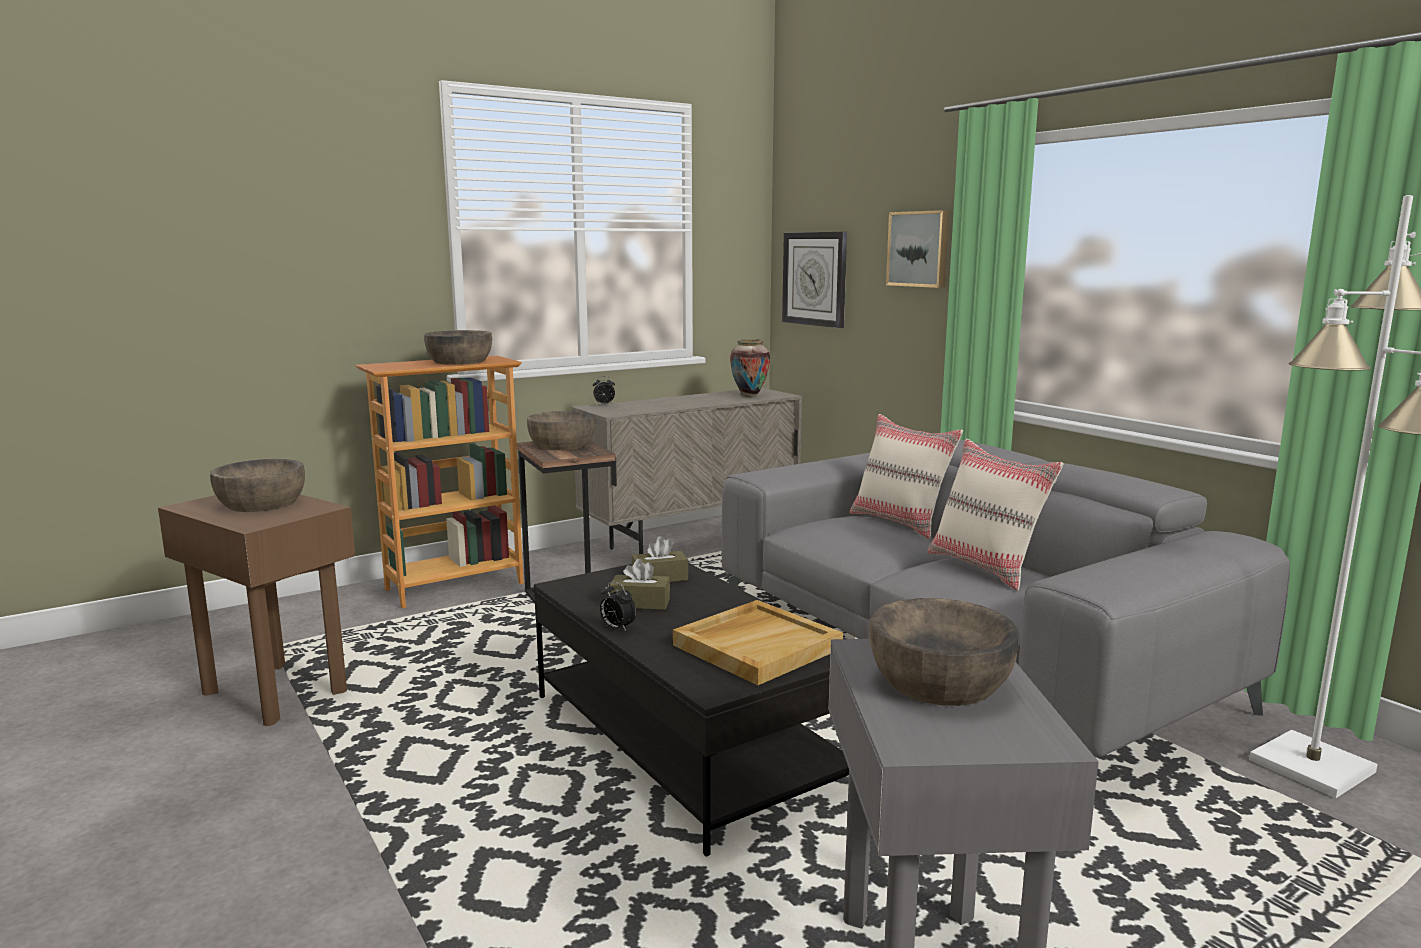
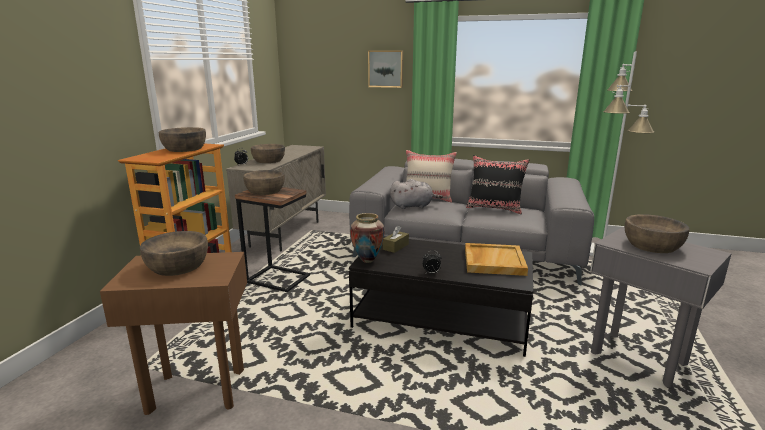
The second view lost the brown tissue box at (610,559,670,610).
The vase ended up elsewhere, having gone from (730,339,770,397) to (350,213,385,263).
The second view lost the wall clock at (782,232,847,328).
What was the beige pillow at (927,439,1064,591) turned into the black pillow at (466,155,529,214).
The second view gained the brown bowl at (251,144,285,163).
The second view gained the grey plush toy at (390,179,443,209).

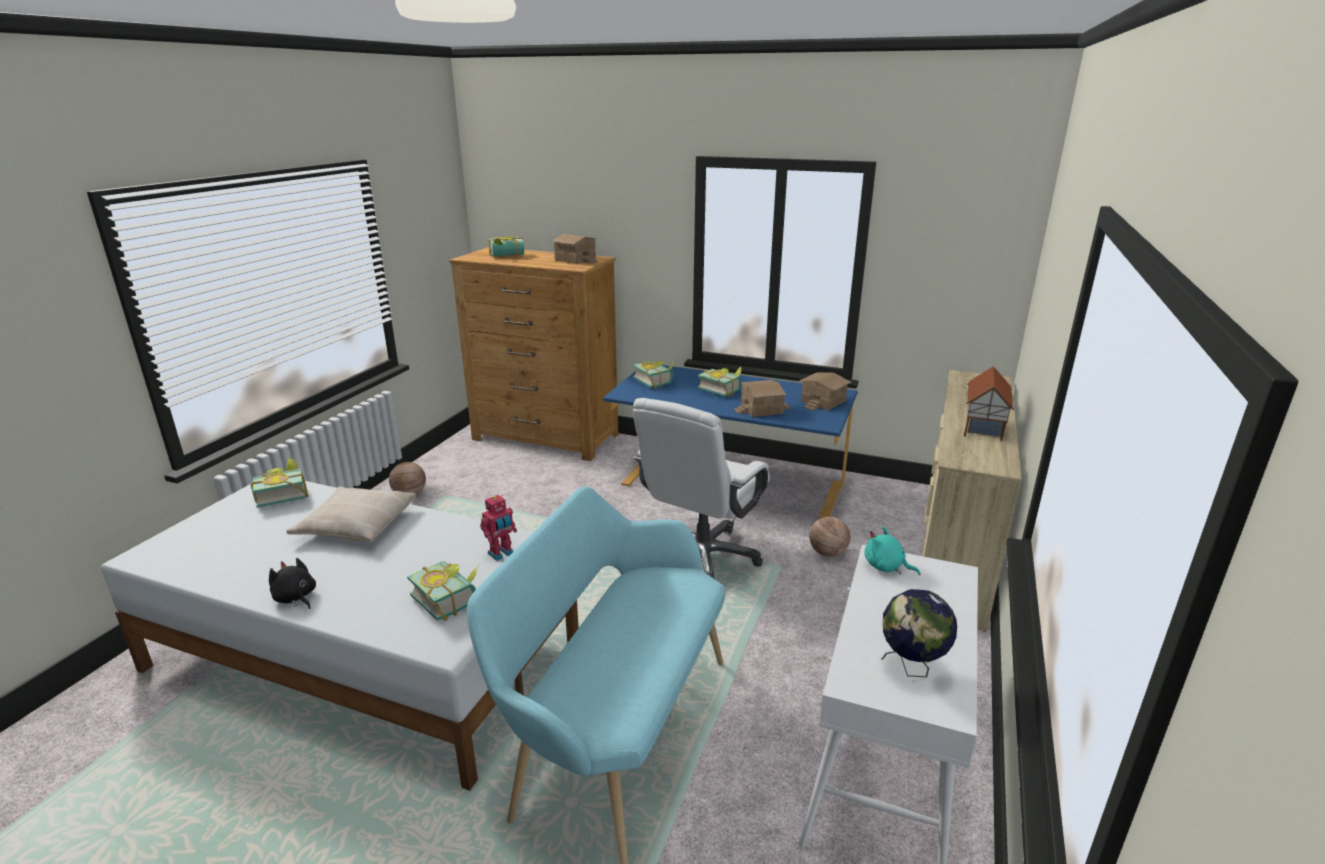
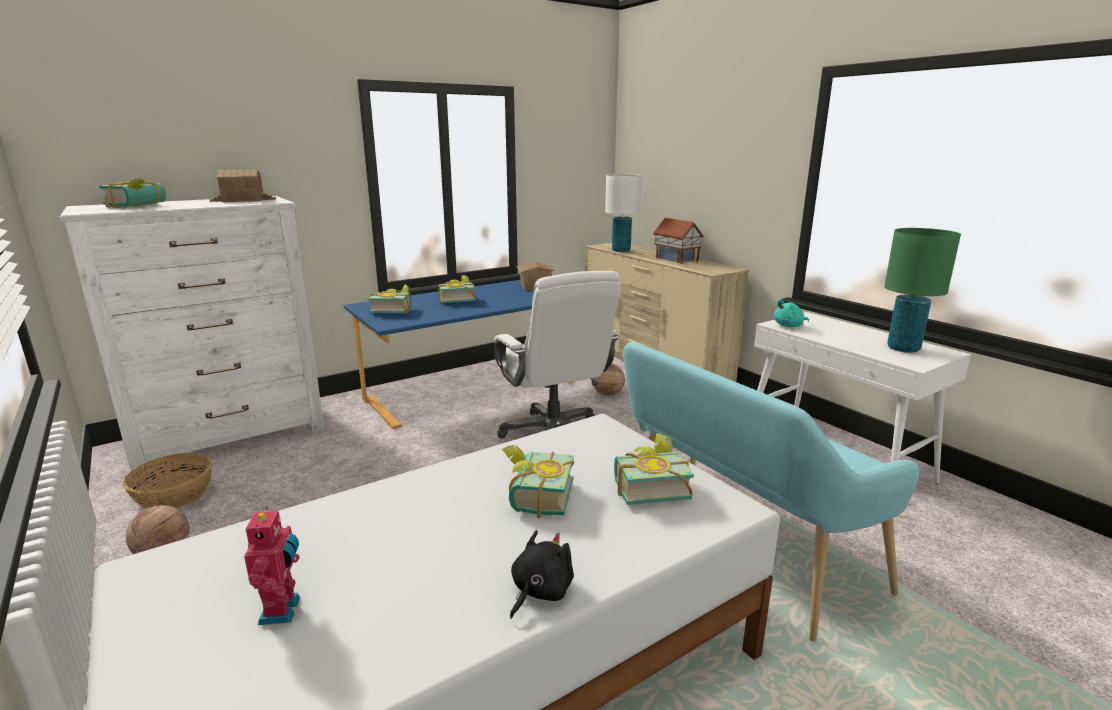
The book ended up elsewhere, having gone from (251,458,309,508) to (502,445,574,518).
The black plush toy at (269,558,316,609) ended up facing another way, 135 degrees clockwise from before.
The second view lost the beige pillow at (286,487,416,543).
What was the brown dresser at (449,247,618,461) turned into the white dresser at (59,196,324,474).
The toy robot ended up elsewhere, having gone from (480,494,517,561) to (244,507,300,625).
The second view lost the toy house at (734,380,790,417).
Where the globe stood at (881,589,957,677), the green table lamp came to stand at (884,228,961,353).
The second view gained the basket at (123,453,213,509).
The second view gained the white table lamp at (605,174,642,252).

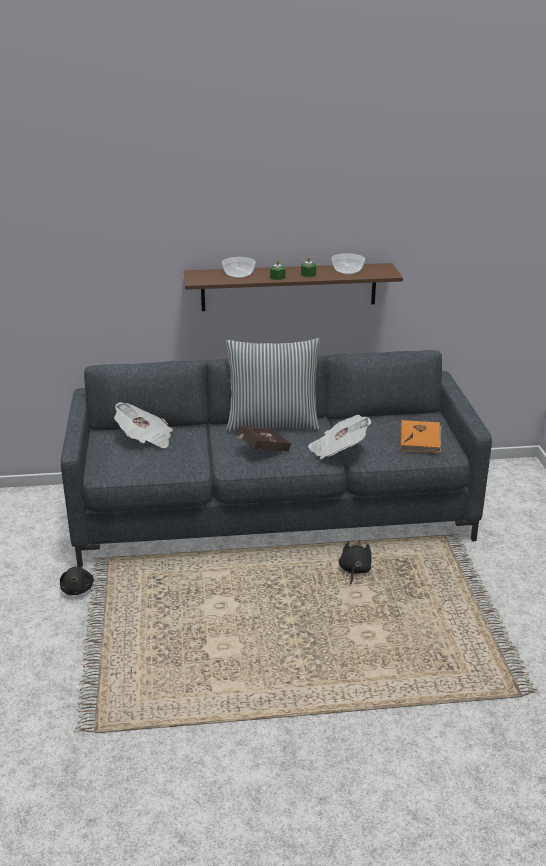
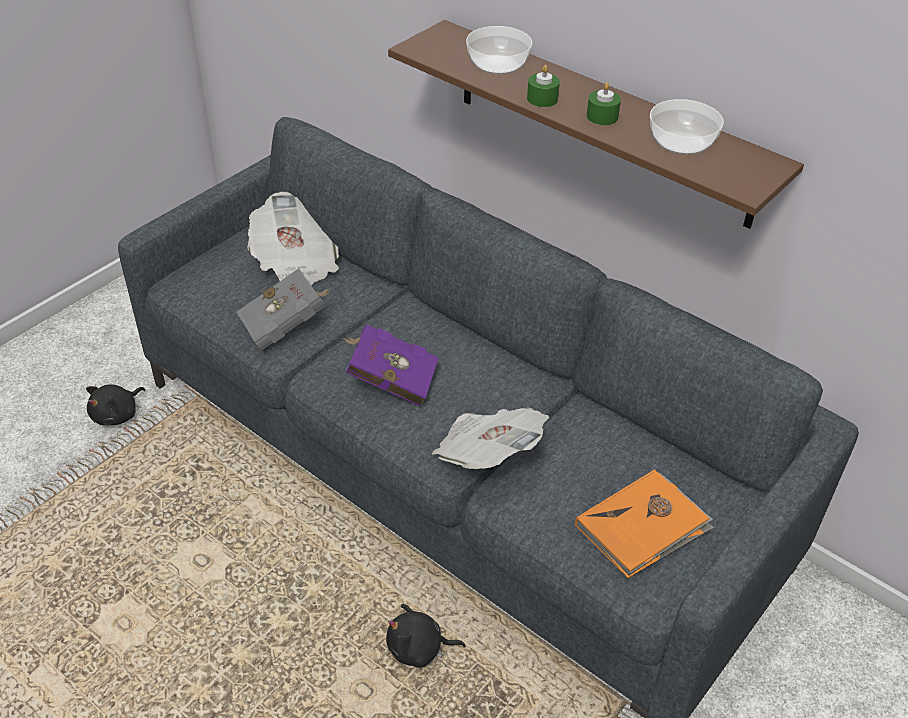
The second view lost the pillow at (226,338,320,432).
What was the red book at (235,426,292,452) turned into the purple book at (343,324,439,406).
The black plush toy at (339,540,371,584) ended up facing another way, 150 degrees counterclockwise from before.
The second view gained the grey book at (236,268,331,350).

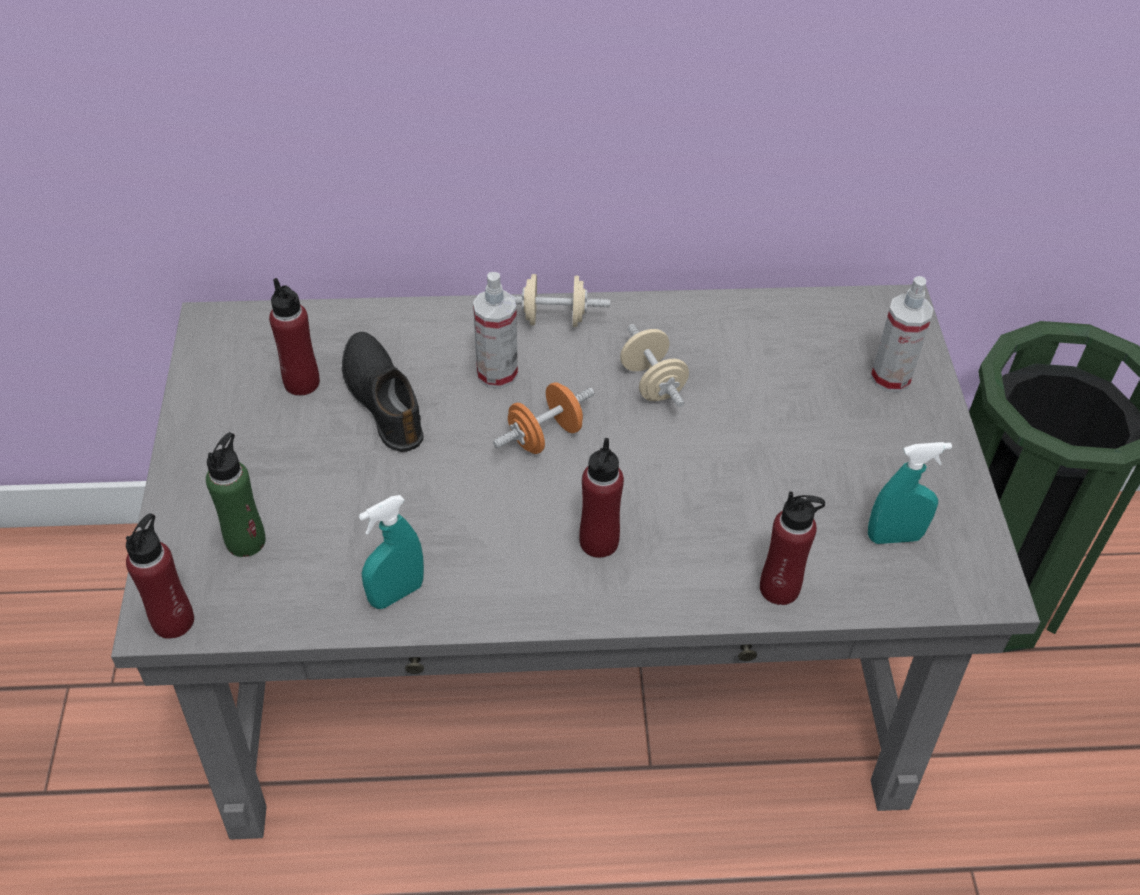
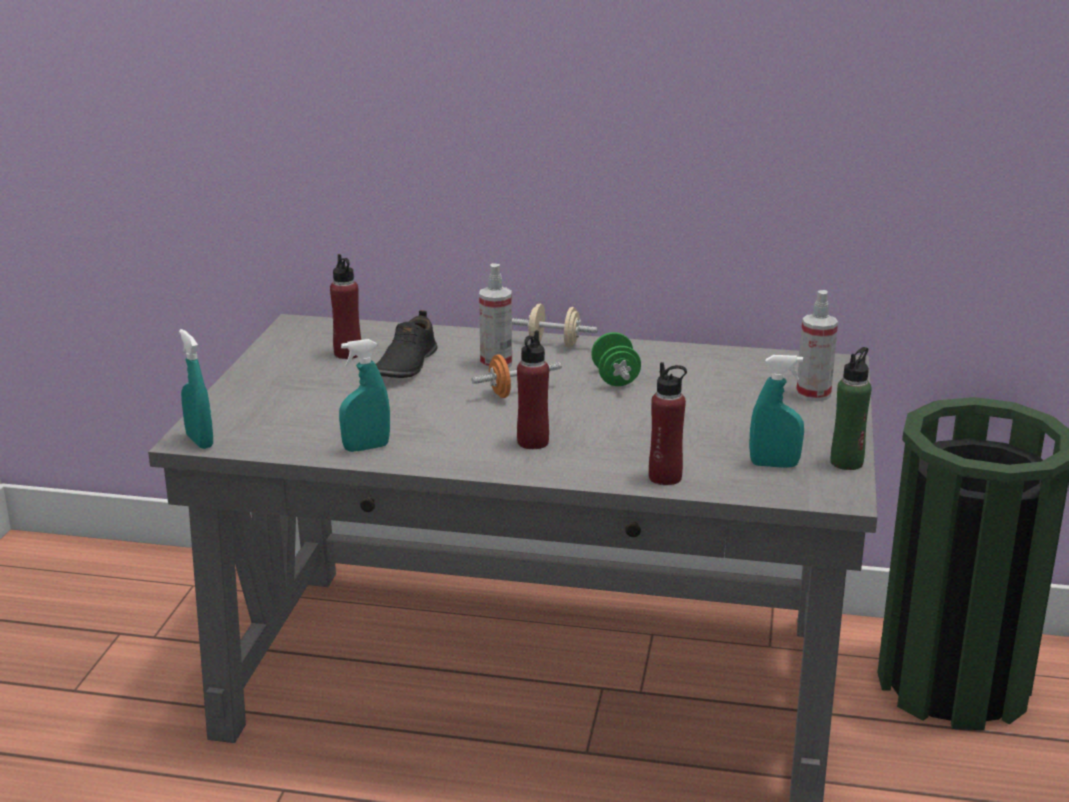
Where the red bottle stood at (126,513,194,639), the turquoise spray bottle came to stand at (179,329,213,449).
The green bottle ended up elsewhere, having gone from (206,432,266,557) to (831,347,872,470).
The black shoe at (342,332,424,452) ended up facing another way, 150 degrees counterclockwise from before.
What was the beige dumbbell at (620,324,689,407) turned into the green dumbbell at (591,332,641,386).

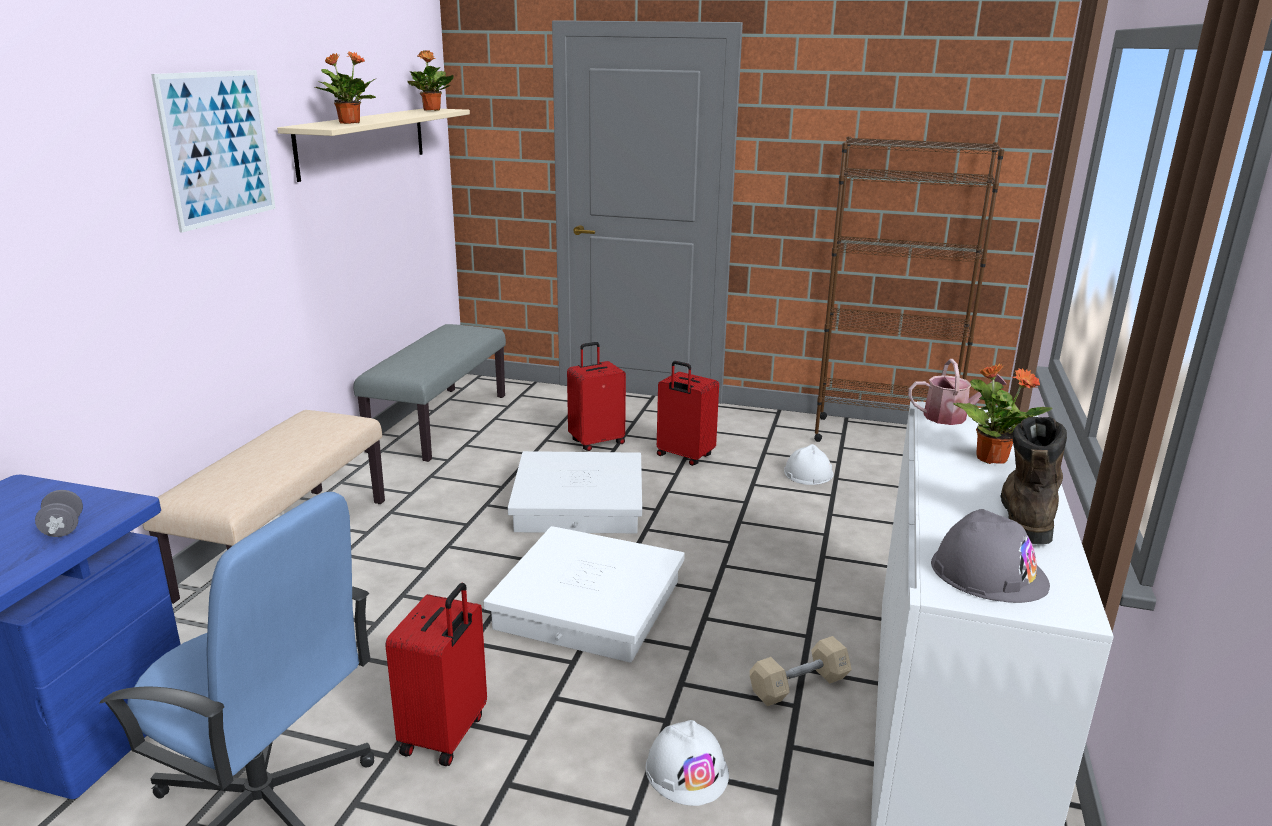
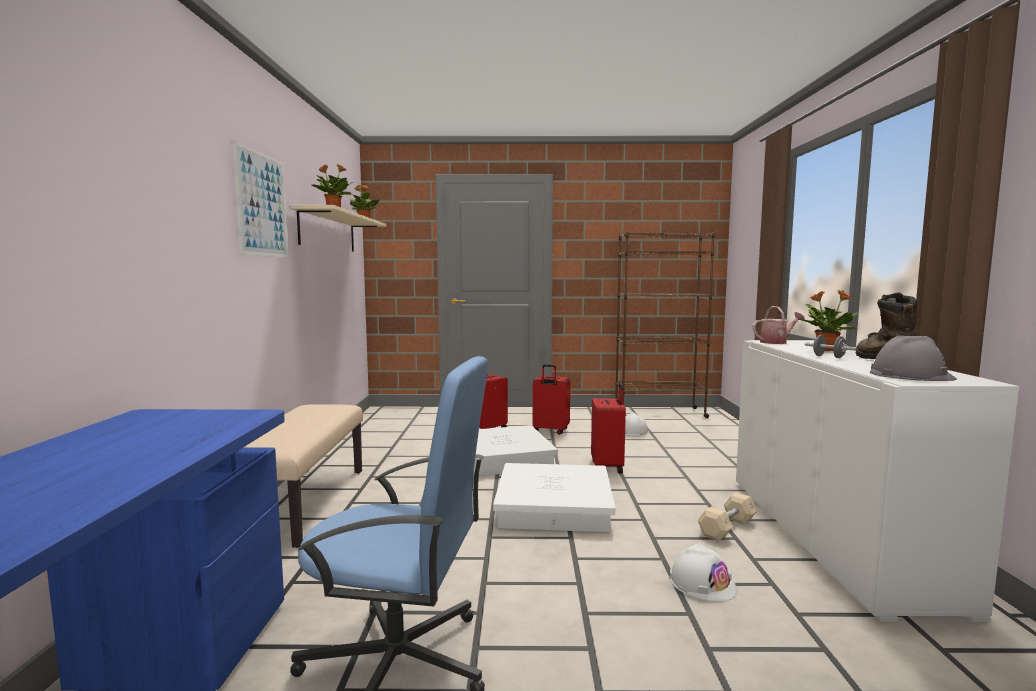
The grey dumbbell ended up elsewhere, having gone from (35,490,83,537) to (805,335,856,358).
The second view lost the grey bench at (354,324,506,462).
The red suitcase ended up elsewhere, having gone from (385,583,487,766) to (591,383,626,473).

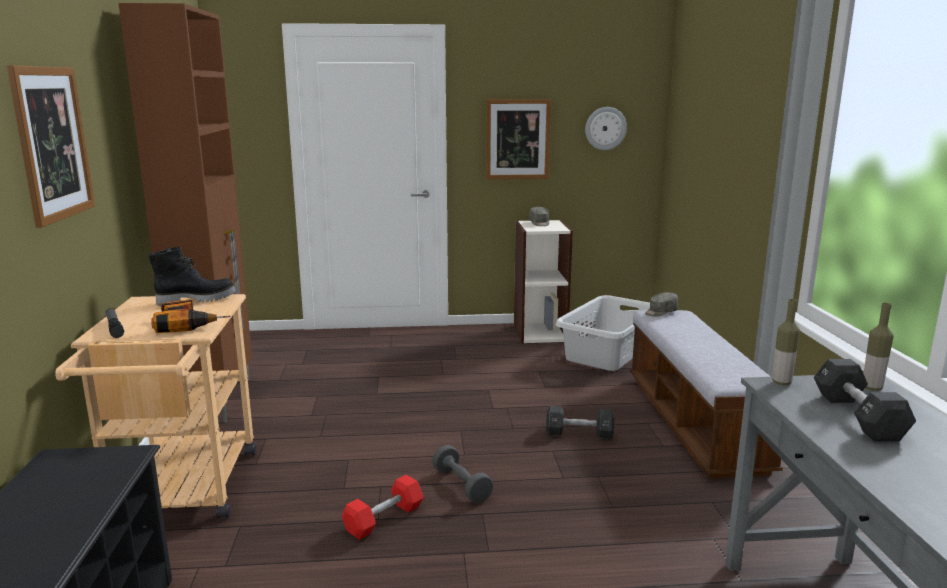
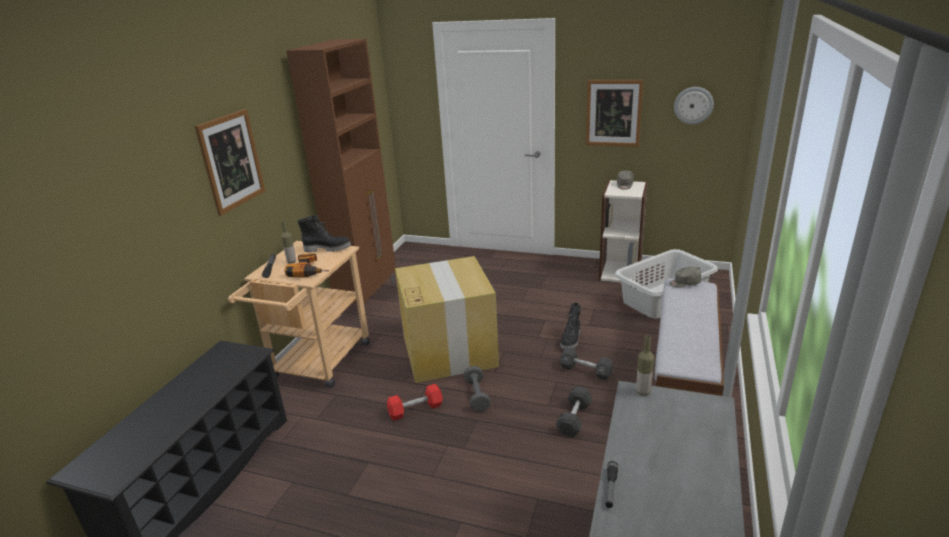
The black dumbbell ended up elsewhere, having gone from (814,359,916,442) to (555,386,592,437).
The bottle ended up elsewhere, having gone from (863,303,893,391) to (281,221,296,264).
The second view gained the cardboard box at (395,256,499,383).
The second view gained the black boot at (560,303,581,349).
The second view gained the flashlight at (605,461,618,508).

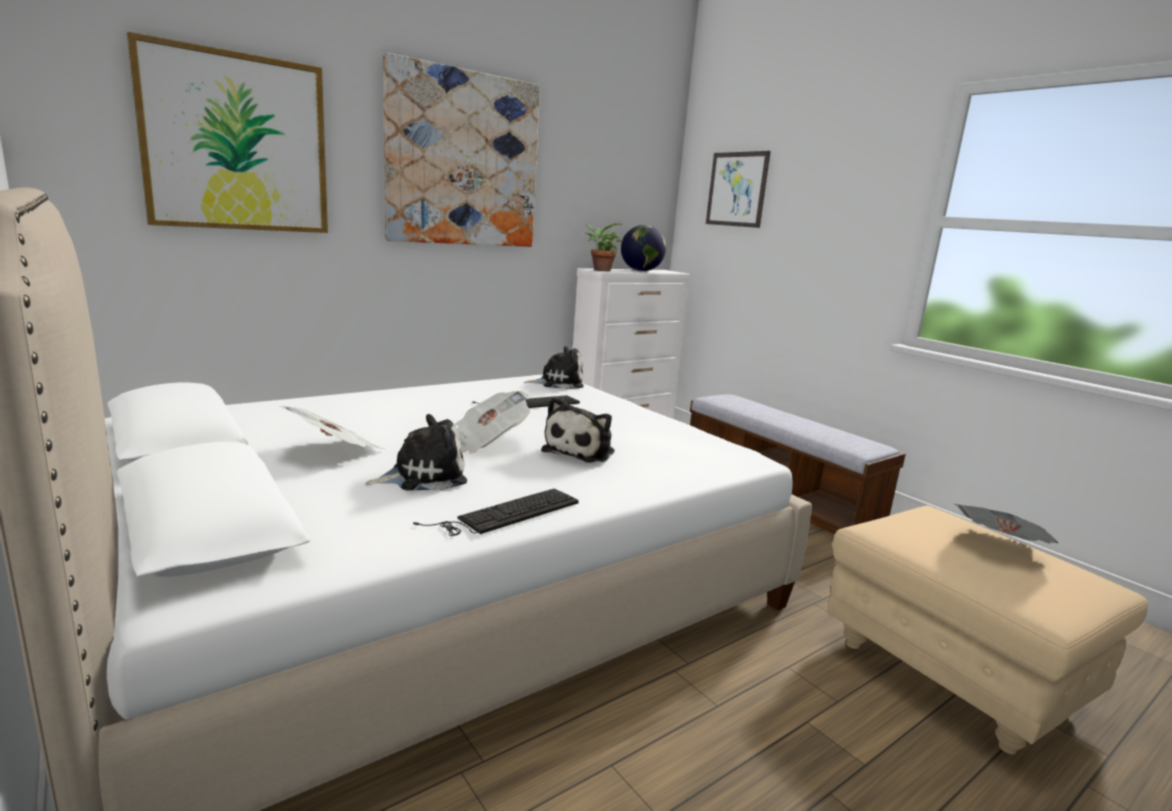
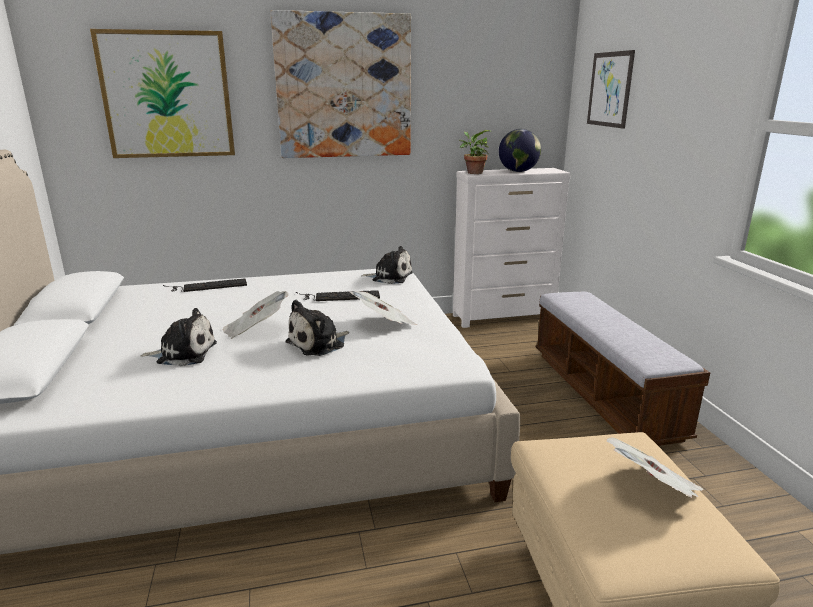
The newspaper ended up elsewhere, having gone from (279,406,385,449) to (350,291,418,325).
The keyboard ended up elsewhere, having gone from (413,488,579,536) to (163,279,247,292).

